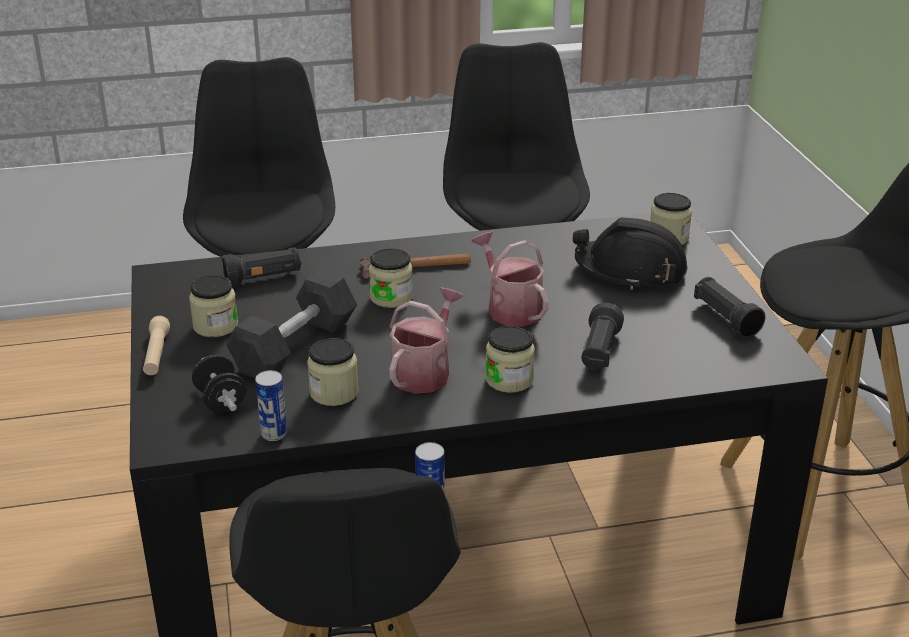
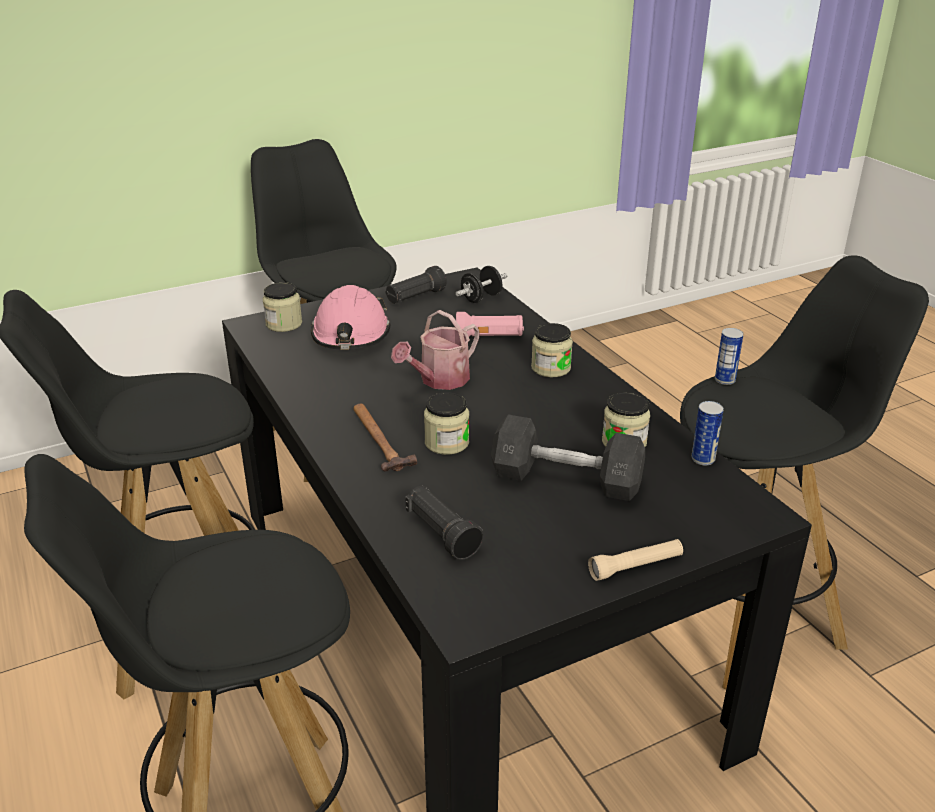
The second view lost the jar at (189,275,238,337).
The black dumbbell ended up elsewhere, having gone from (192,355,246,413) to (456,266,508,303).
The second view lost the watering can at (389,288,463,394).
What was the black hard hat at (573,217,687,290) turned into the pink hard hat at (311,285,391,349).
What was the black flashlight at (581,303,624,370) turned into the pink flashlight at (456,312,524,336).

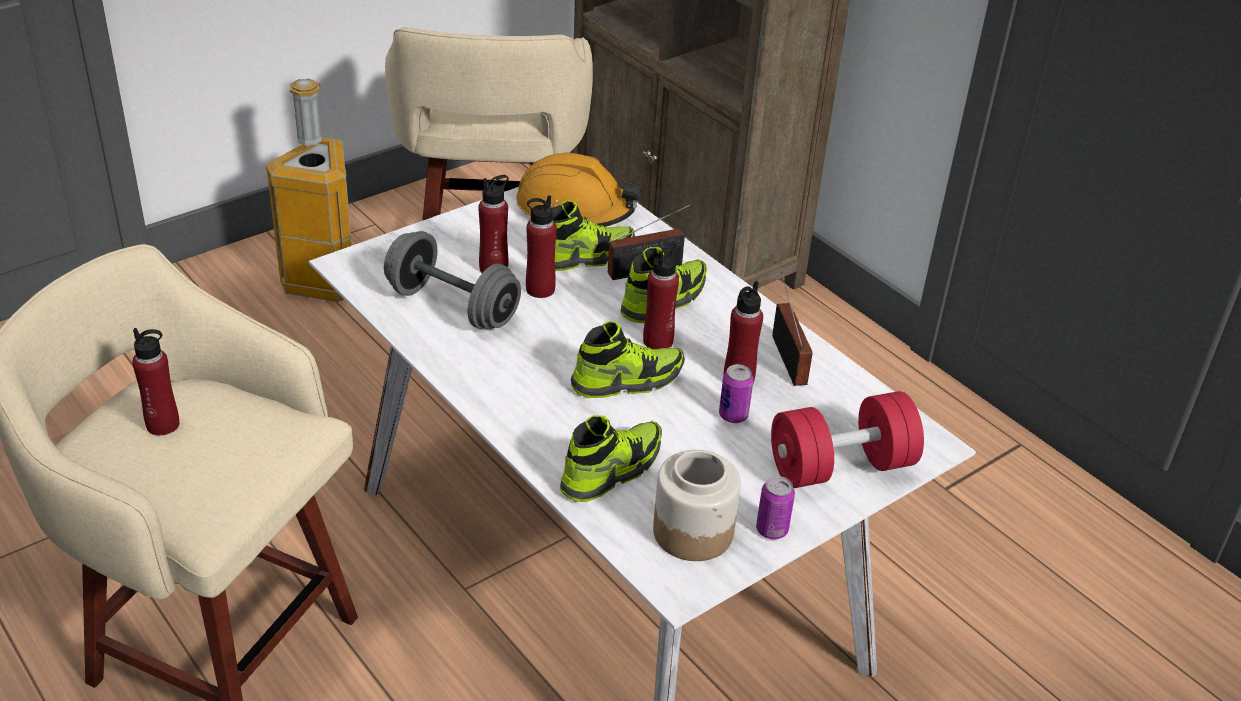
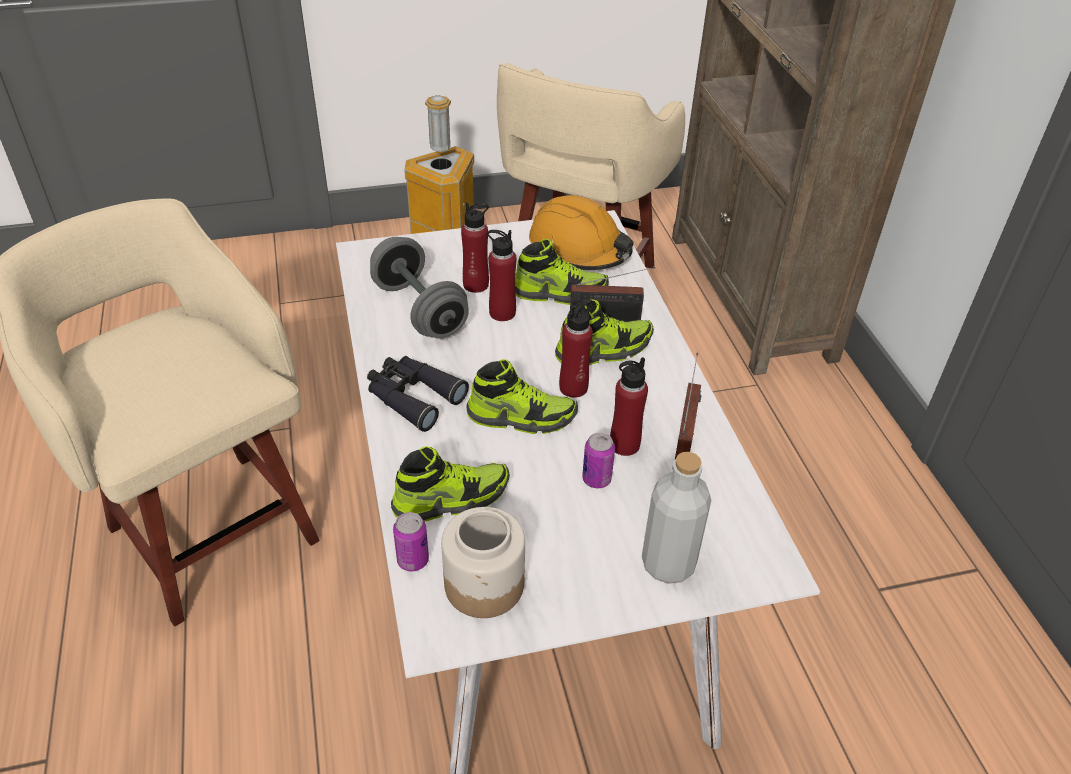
The second view lost the red bottle at (132,328,179,436).
The can ended up elsewhere, having gone from (756,476,795,539) to (393,512,429,571).
Where the red dumbbell stood at (771,391,924,488), the grey bottle came to stand at (642,452,711,584).
The second view gained the black binoculars at (367,356,469,432).

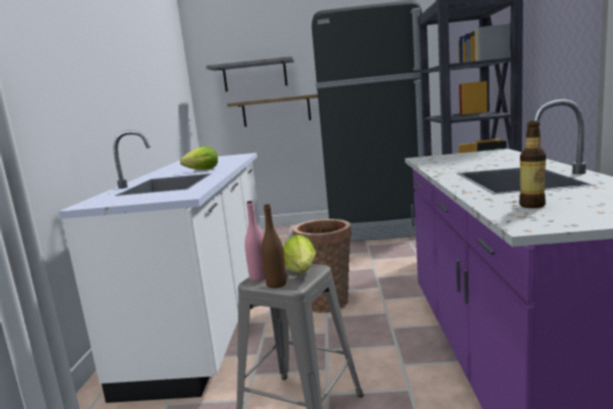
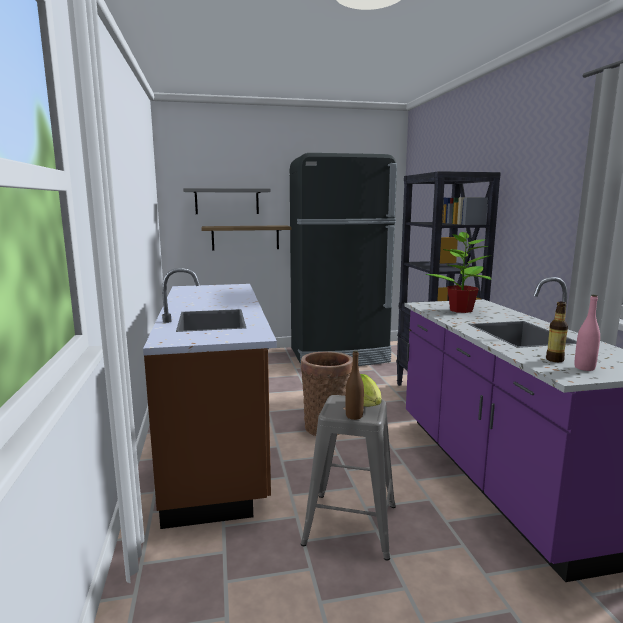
What was the white counter at (59,130,261,403) turned into the brown counter at (143,268,277,529).
The second view lost the lettuce at (180,147,218,170).
The pink bottle ended up elsewhere, having gone from (245,201,265,281) to (574,295,600,371).
The second view gained the potted plant at (425,232,492,313).

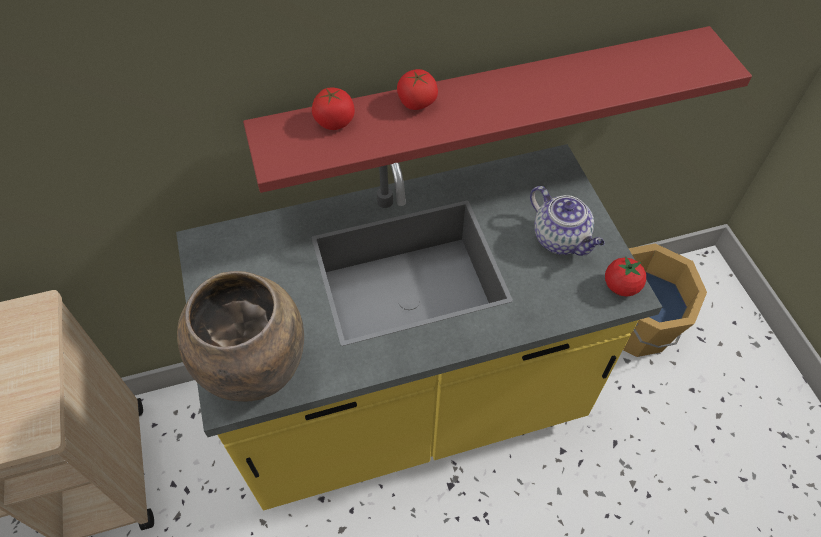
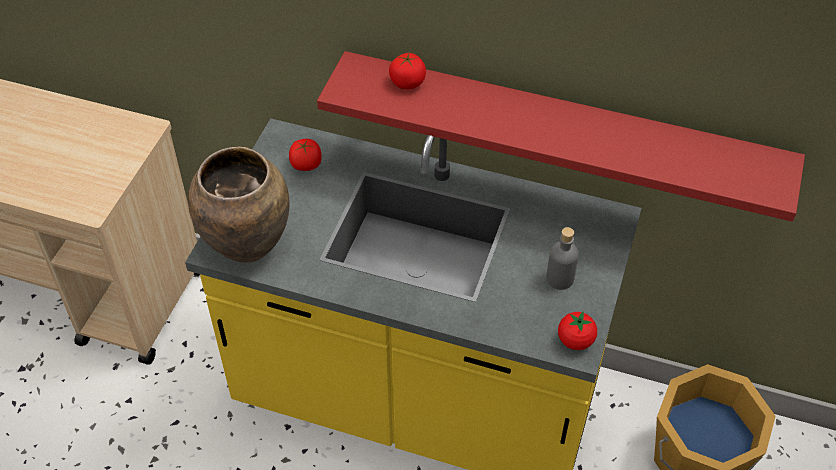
The tomato ended up elsewhere, having gone from (397,69,438,110) to (289,139,322,171).
Where the teapot stood at (530,186,605,256), the grey bottle came to stand at (546,227,579,290).

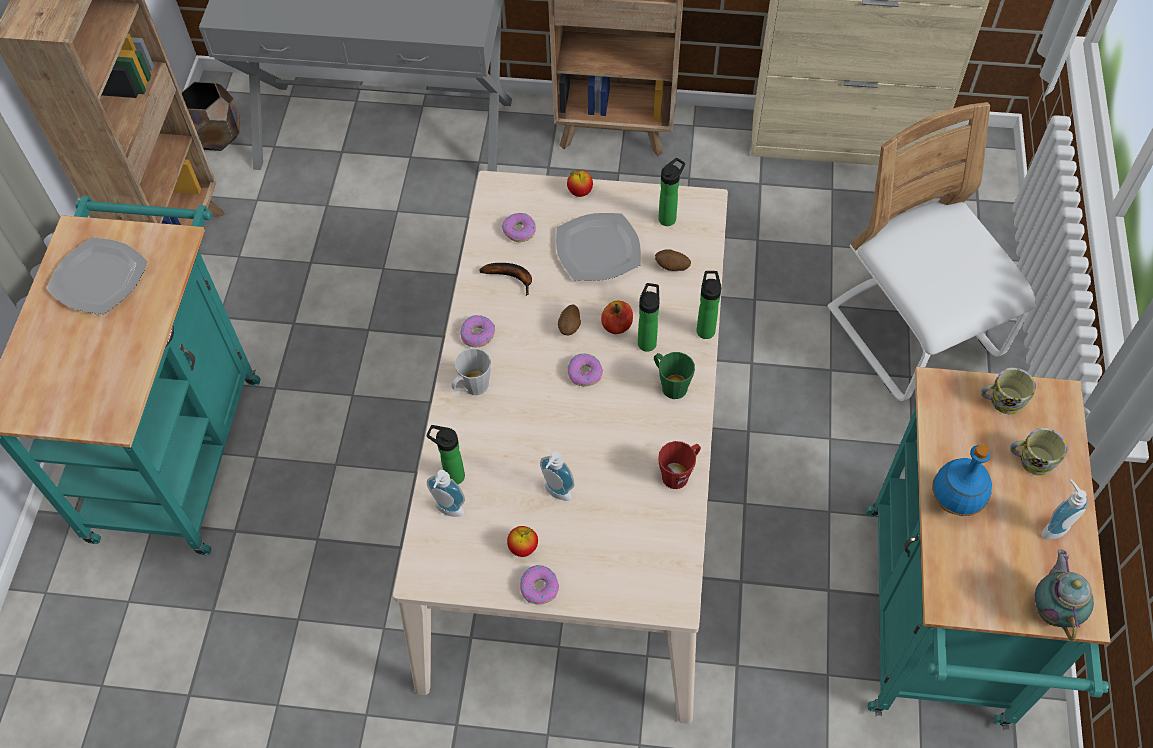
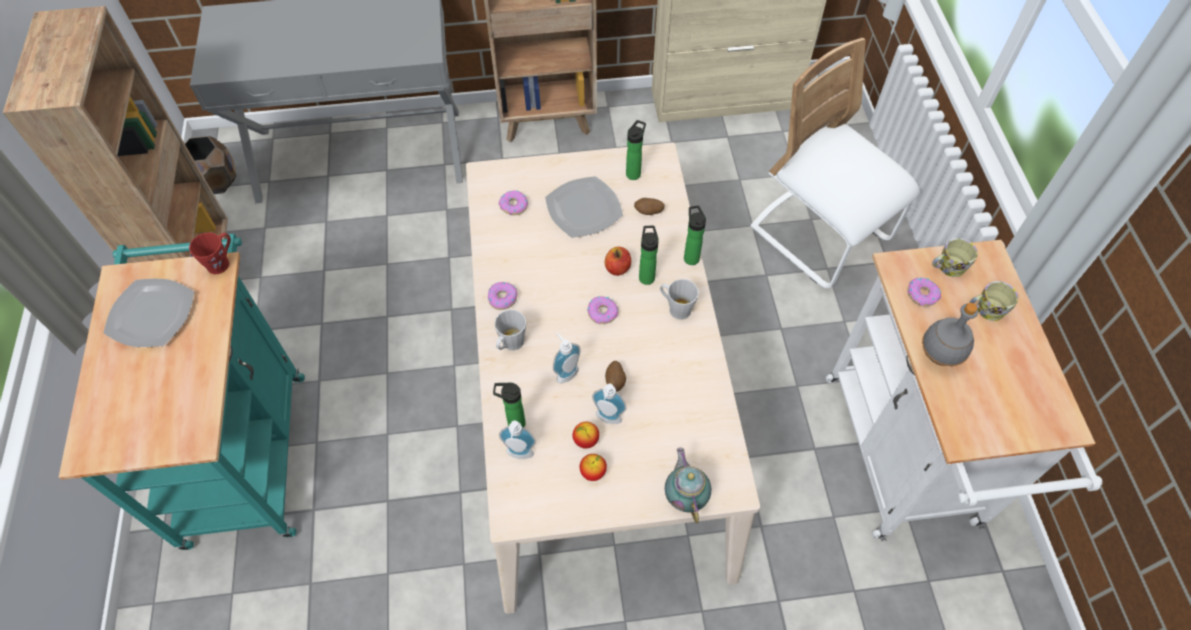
The second view lost the banana at (480,263,532,296).
The donut ended up elsewhere, having gone from (520,565,559,605) to (907,278,941,306).
The potato ended up elsewhere, having gone from (558,304,581,335) to (605,361,626,392).
The apple ended up elsewhere, having gone from (567,171,593,197) to (572,422,599,449).
What was the green mug at (654,352,695,399) turned into the grey mug at (660,279,699,320).
The red mug ended up elsewhere, having gone from (658,441,701,489) to (189,233,231,274).
What was the turquoise cart at (866,367,1110,730) turned into the white cart at (825,240,1102,542).
What was the blue bottle at (932,444,992,516) turned into the grey bottle at (922,303,978,367).
The teapot ended up elsewhere, having gone from (1035,550,1094,641) to (665,448,711,523).
The soap dispenser ended up elsewhere, having gone from (1041,480,1089,540) to (553,333,581,383).

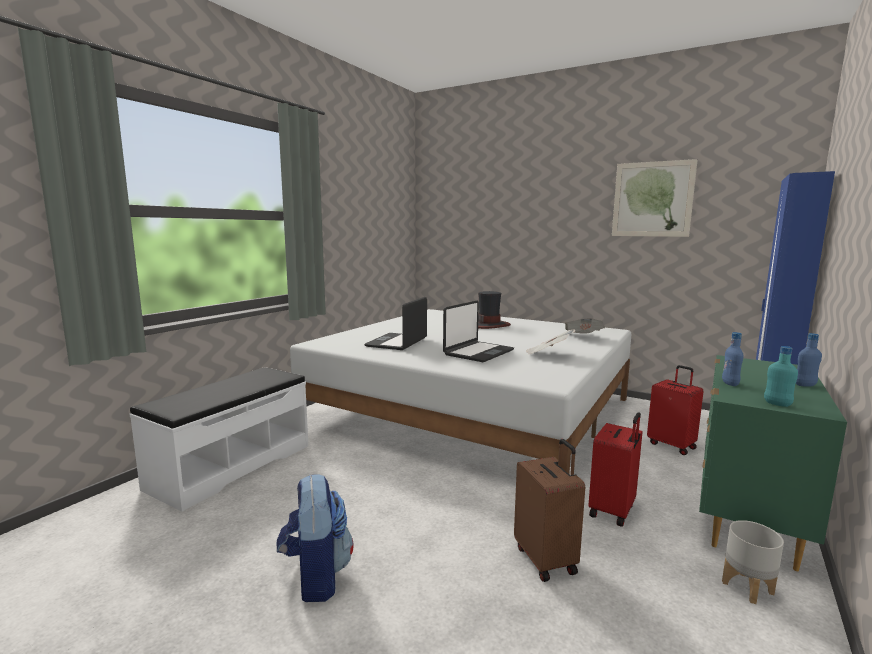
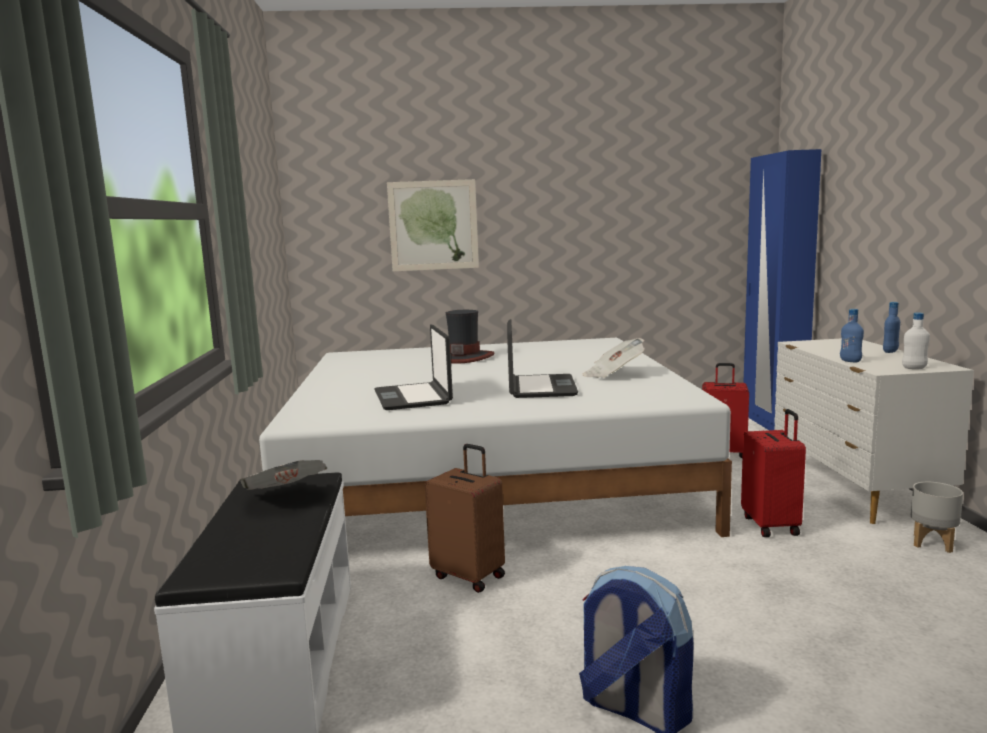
The brown suitcase ended up elsewhere, having gone from (514,439,585,582) to (425,444,505,593).
The newspaper ended up elsewhere, having gone from (565,318,605,334) to (240,460,327,490).
The picture ended up elsewhere, having gone from (612,159,698,237) to (387,179,479,272).
What was the green dresser at (699,355,847,571) turned into the white dresser at (774,338,974,524).
What was the turquoise bottle at (764,346,798,407) turned into the white bottle at (902,312,930,369).

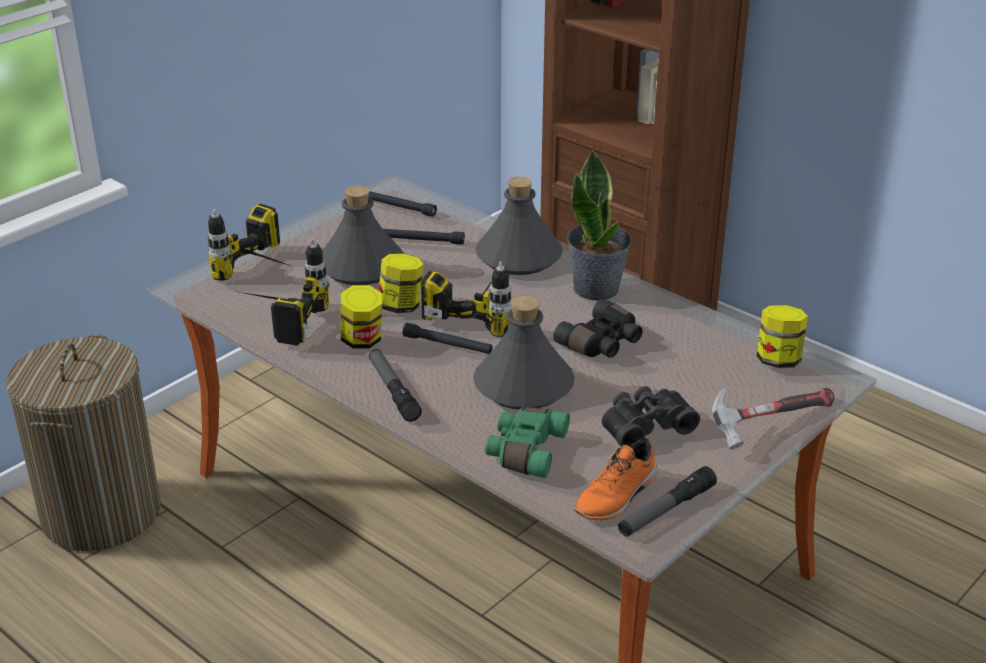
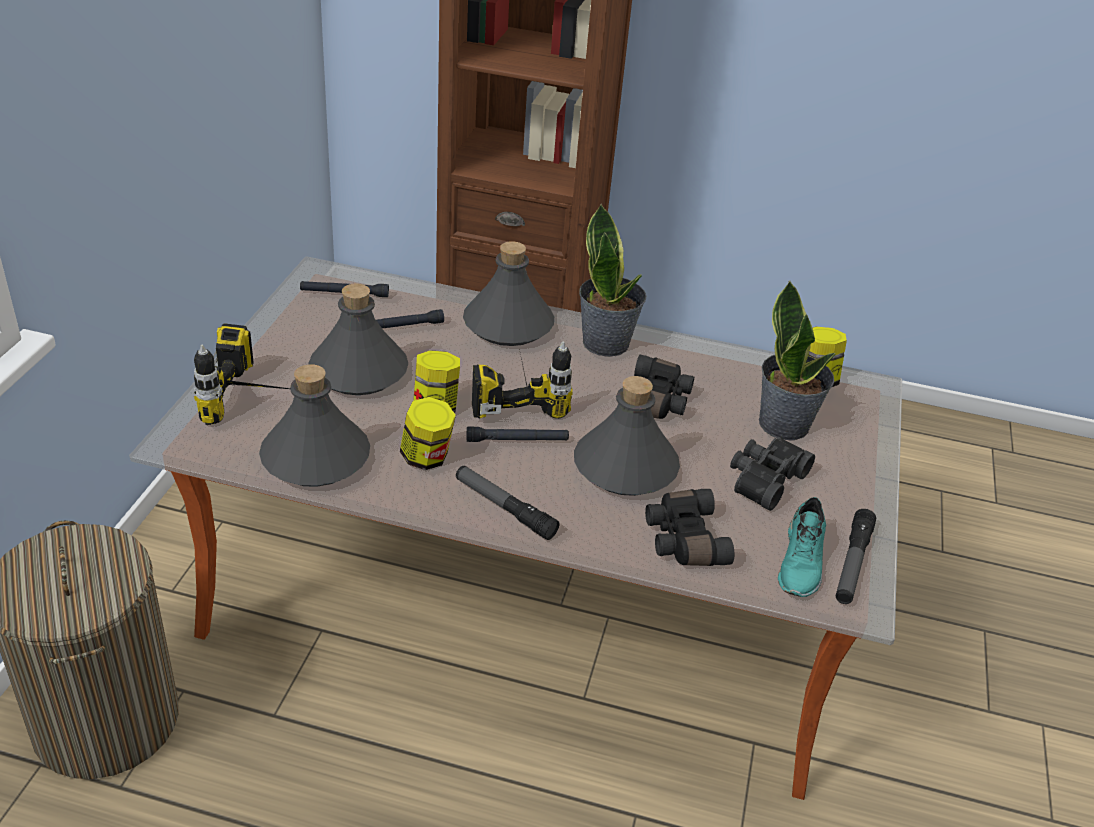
Where the power drill stood at (240,239,330,346), the grey bottle came to stand at (259,364,370,487).
What was the green binoculars at (485,407,570,478) turned into the black binoculars at (645,489,734,566).
What was the orange shoe at (574,438,657,520) turned into the turquoise shoe at (778,497,826,597).
The second view lost the hammer at (712,384,835,449).
The second view gained the potted plant at (759,280,836,441).

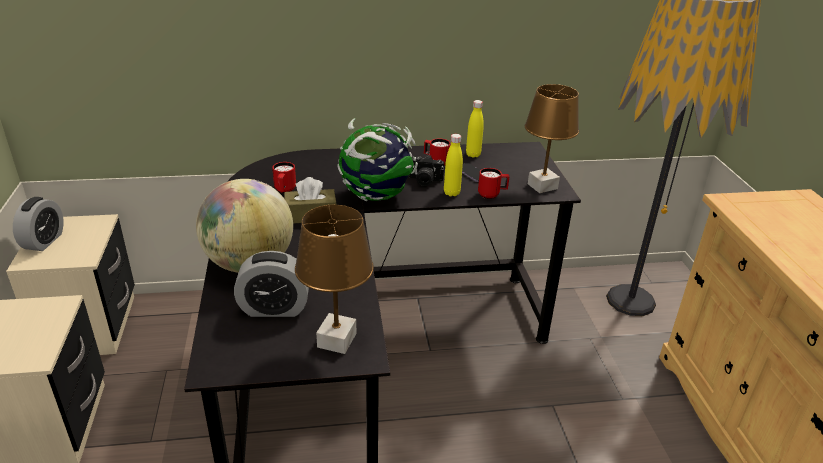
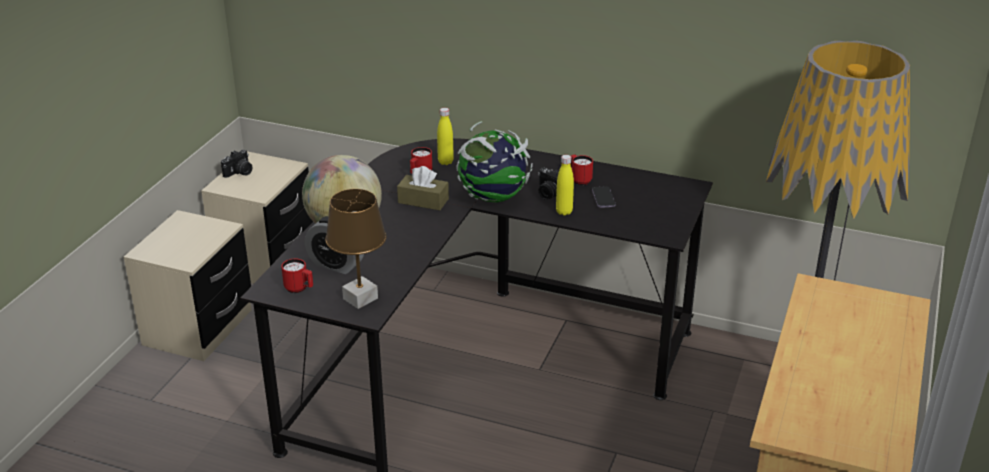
Where the alarm clock stood at (13,197,63,251), the photo camera came to stand at (221,150,253,178).
The yellow bottle ended up elsewhere, having gone from (466,100,484,158) to (437,108,454,165).
The red mug ended up elsewhere, having gone from (478,168,510,199) to (281,258,313,293).
The second view lost the brown table lamp at (525,84,579,193).

